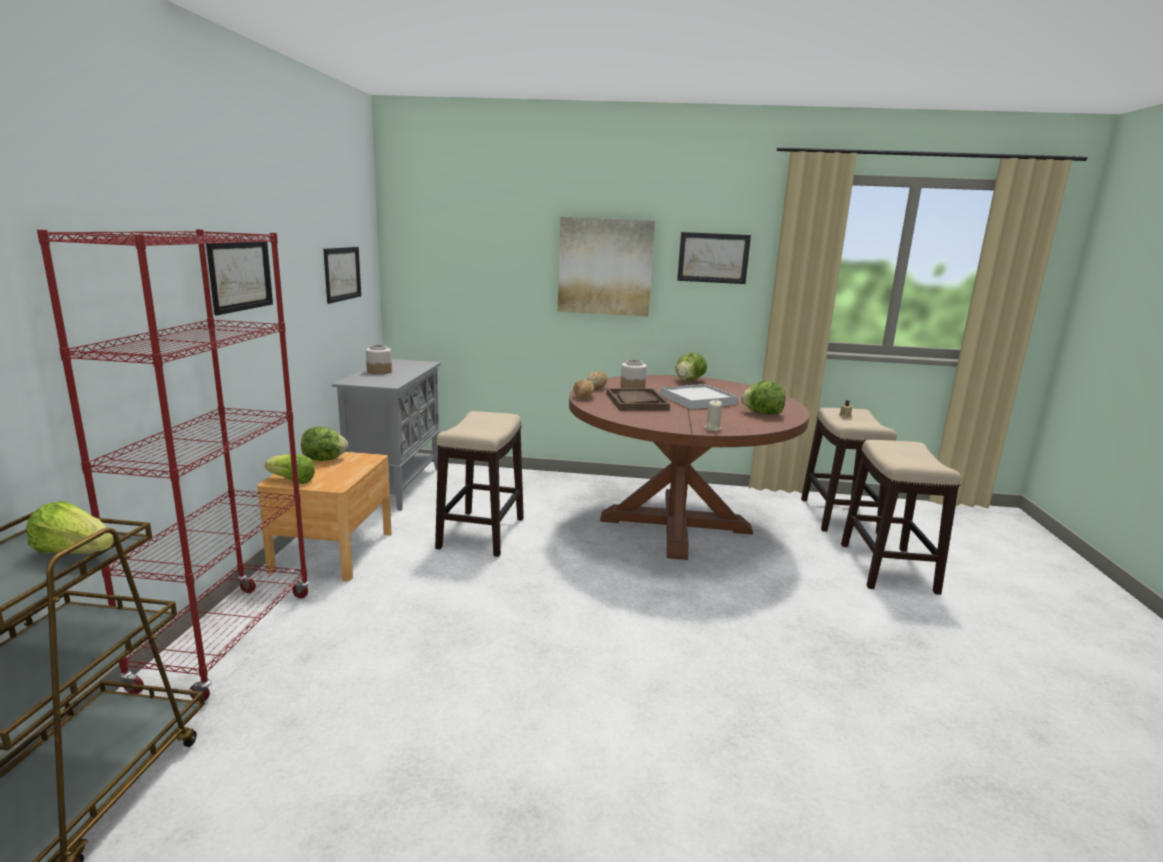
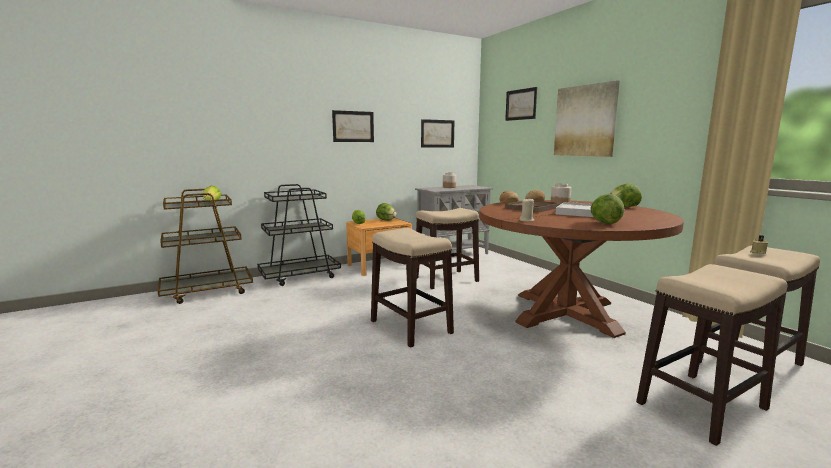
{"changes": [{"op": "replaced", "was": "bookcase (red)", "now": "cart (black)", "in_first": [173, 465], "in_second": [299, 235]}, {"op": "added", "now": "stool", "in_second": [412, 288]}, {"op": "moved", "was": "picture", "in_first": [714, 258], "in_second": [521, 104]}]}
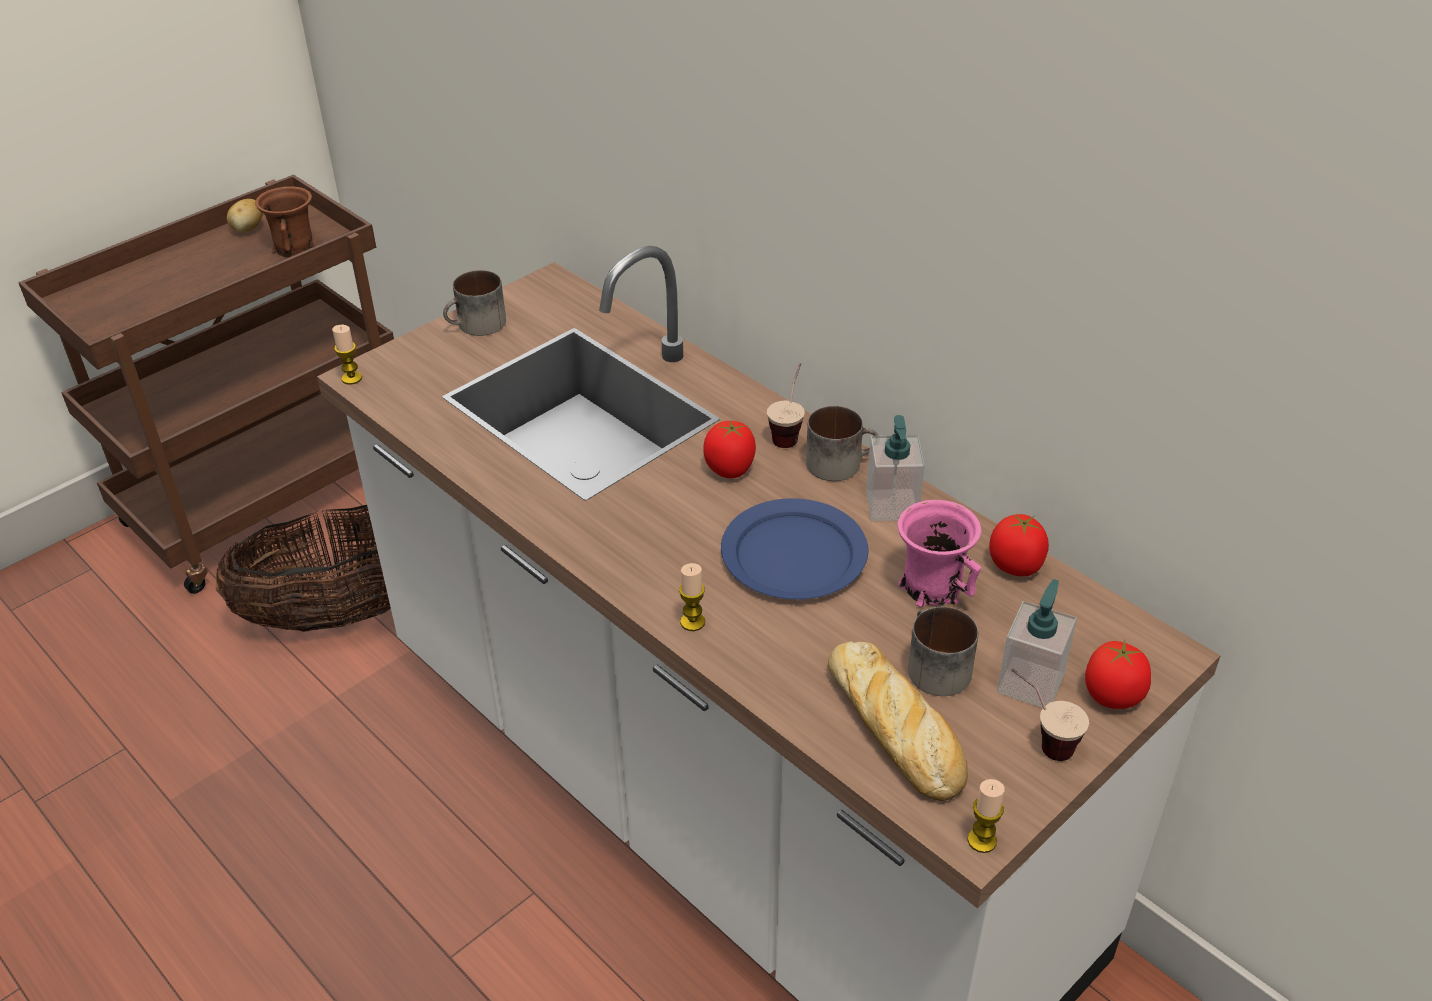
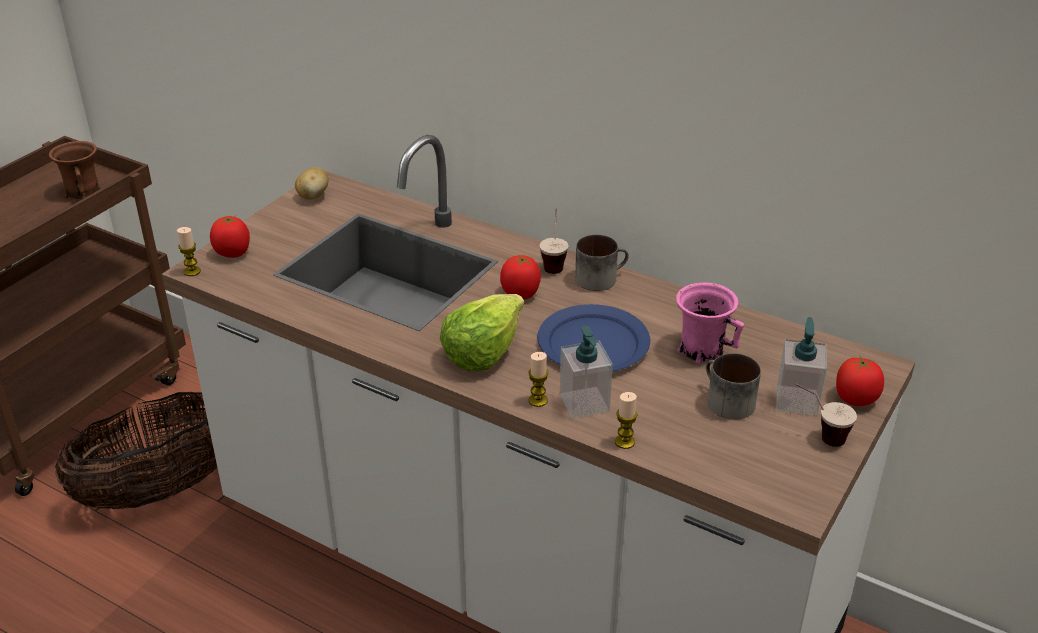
{"changes": [{"op": "moved", "was": "tomato", "in_first": [1019, 545], "in_second": [230, 236]}, {"op": "moved", "was": "potato", "in_first": [245, 216], "in_second": [312, 183]}, {"op": "added", "now": "lettuce", "in_second": [482, 332]}, {"op": "moved", "was": "soap dispenser", "in_first": [895, 468], "in_second": [586, 371]}, {"op": "moved", "was": "candle", "in_first": [986, 816], "in_second": [626, 420]}, {"op": "removed", "was": "mug", "in_first": [474, 303]}, {"op": "removed", "was": "bread", "in_first": [898, 721]}]}
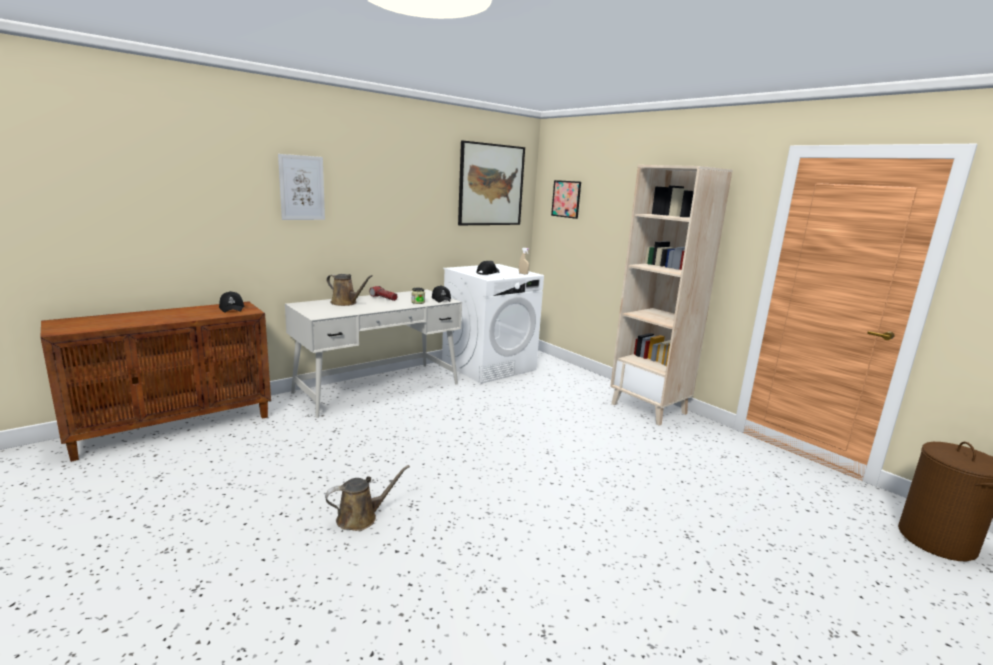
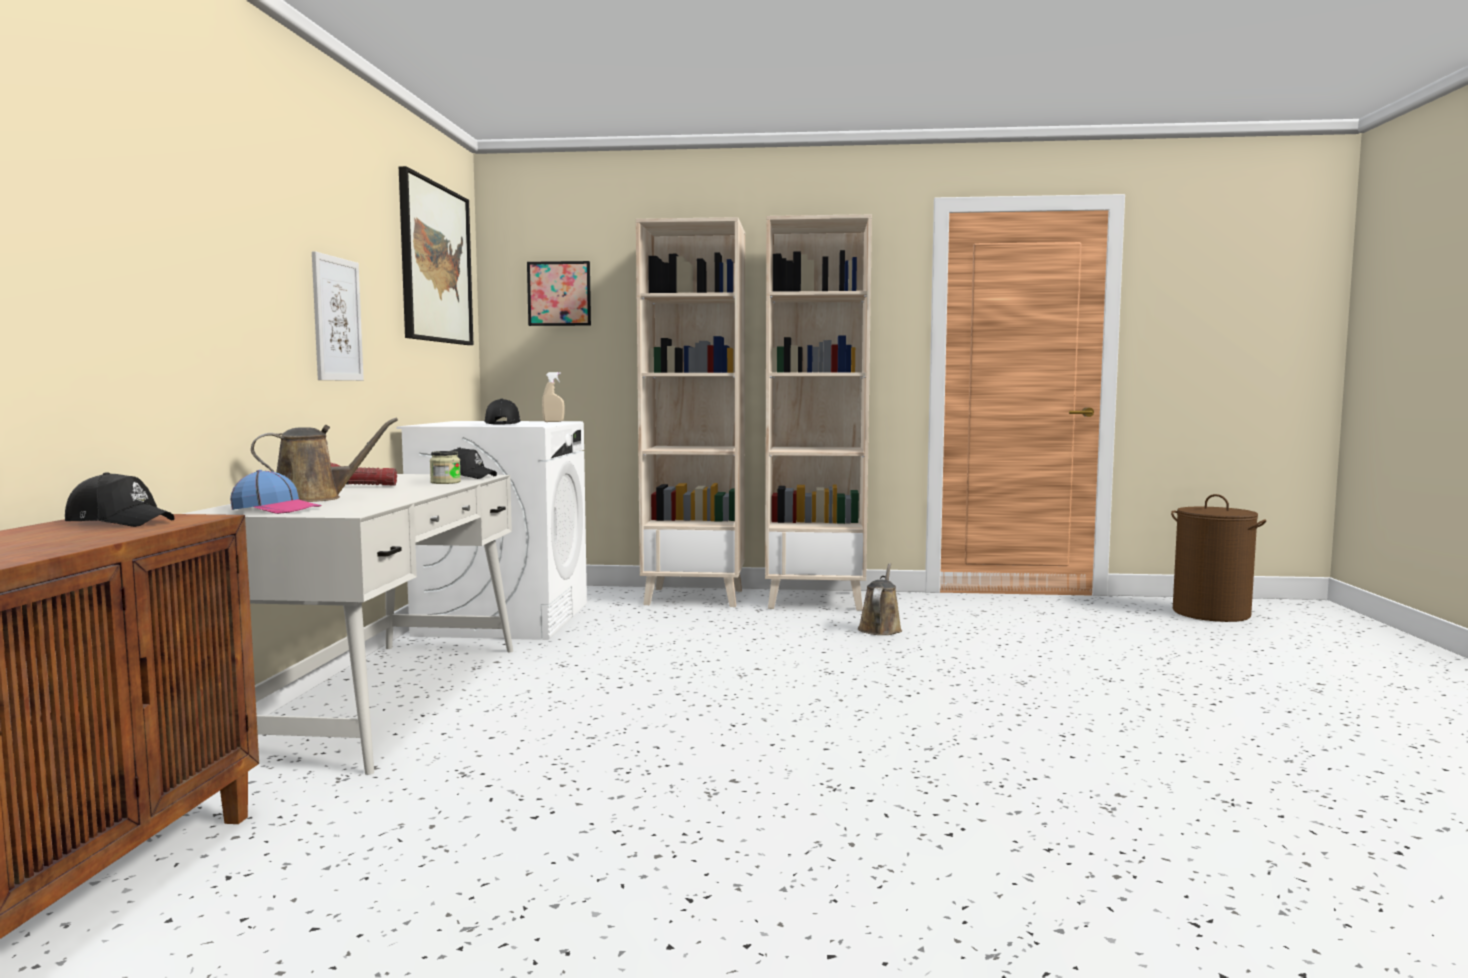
{"changes": [{"op": "added", "now": "cap", "in_second": [275, 492]}, {"op": "moved", "was": "picture", "in_first": [301, 187], "in_second": [338, 316]}, {"op": "added", "now": "bookcase (beige)", "in_second": [690, 412]}, {"op": "moved", "was": "watering can (brown)", "in_first": [367, 498], "in_second": [880, 599]}]}
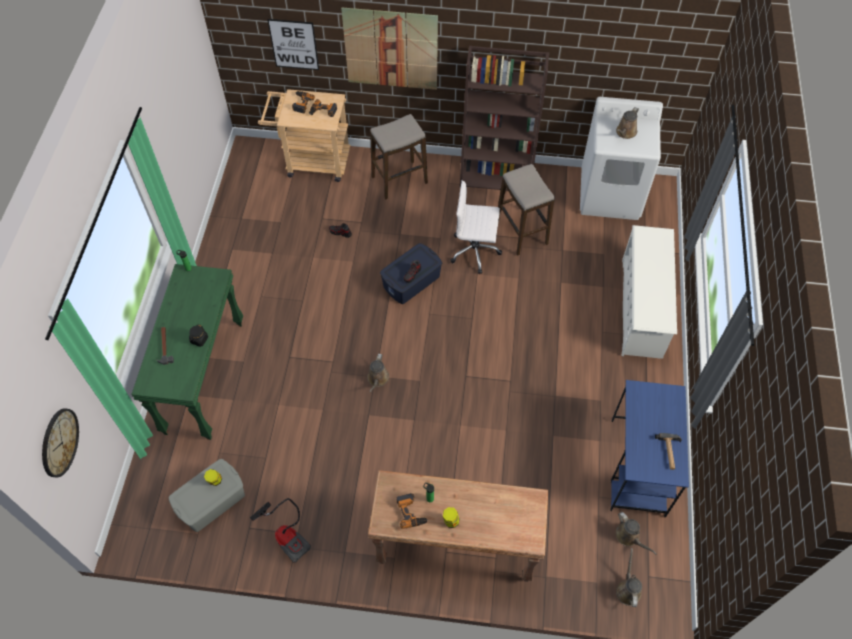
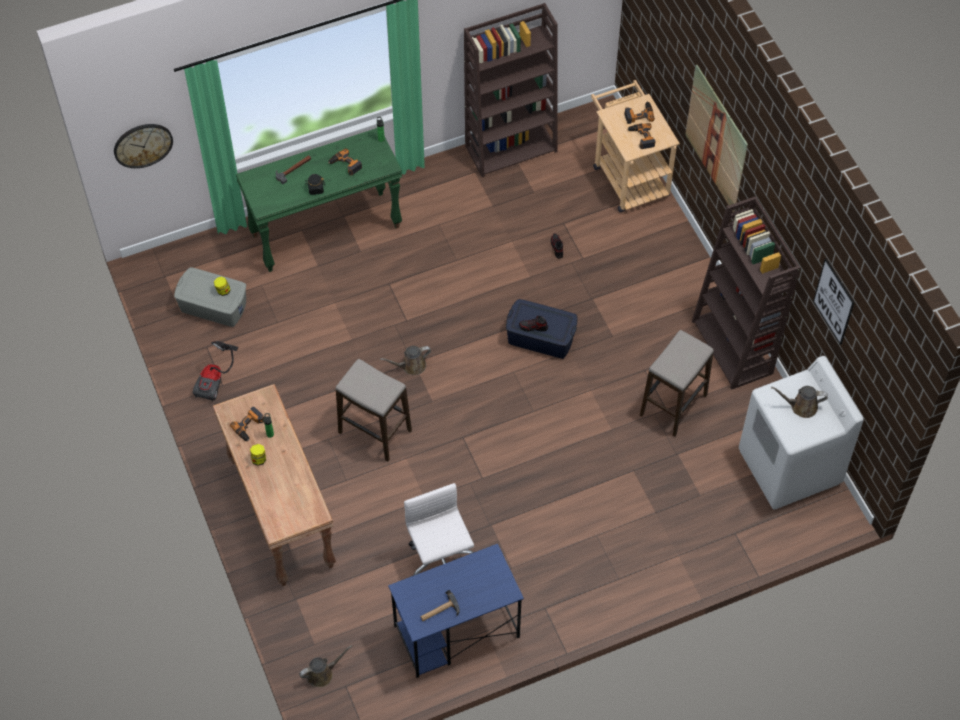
{"changes": [{"op": "added", "now": "power drill", "in_second": [345, 161]}, {"op": "moved", "was": "stool", "in_first": [399, 156], "in_second": [374, 410]}, {"op": "moved", "was": "office chair (white)", "in_first": [476, 227], "in_second": [439, 529]}, {"op": "added", "now": "bookcase (brown)", "in_second": [511, 90]}, {"op": "moved", "was": "picture", "in_first": [293, 44], "in_second": [833, 302]}, {"op": "removed", "was": "watering can (brown)", "in_first": [636, 533]}, {"op": "removed", "was": "shoe rack (white)", "in_first": [649, 292]}]}
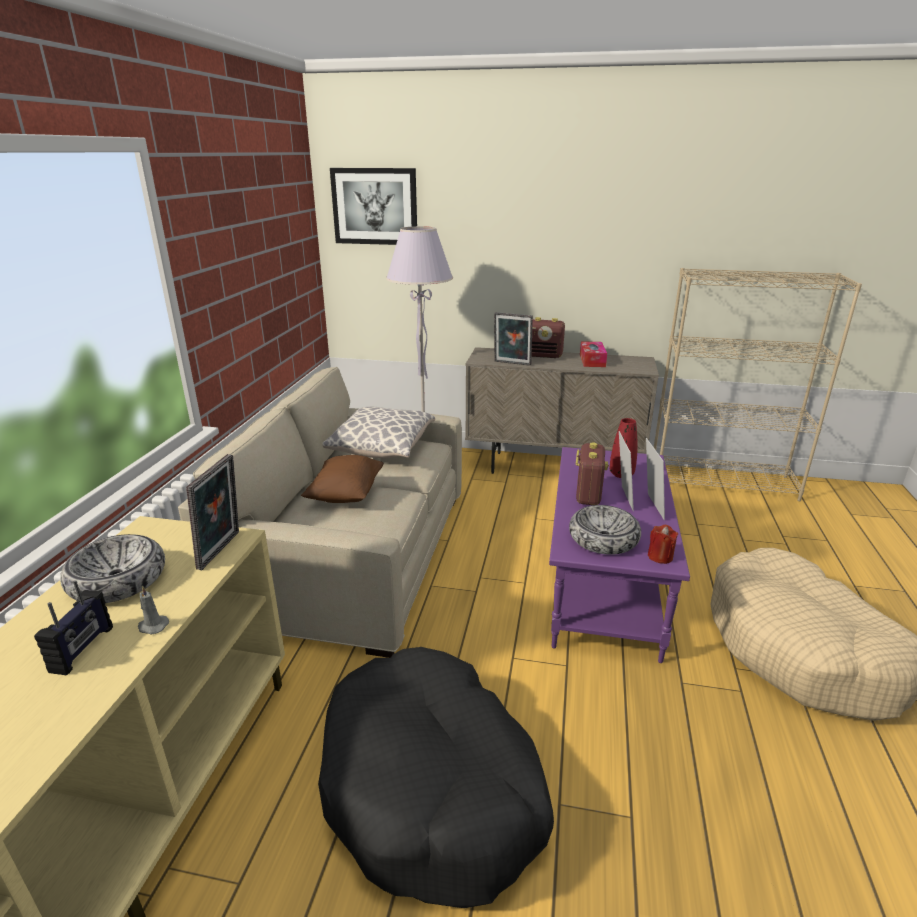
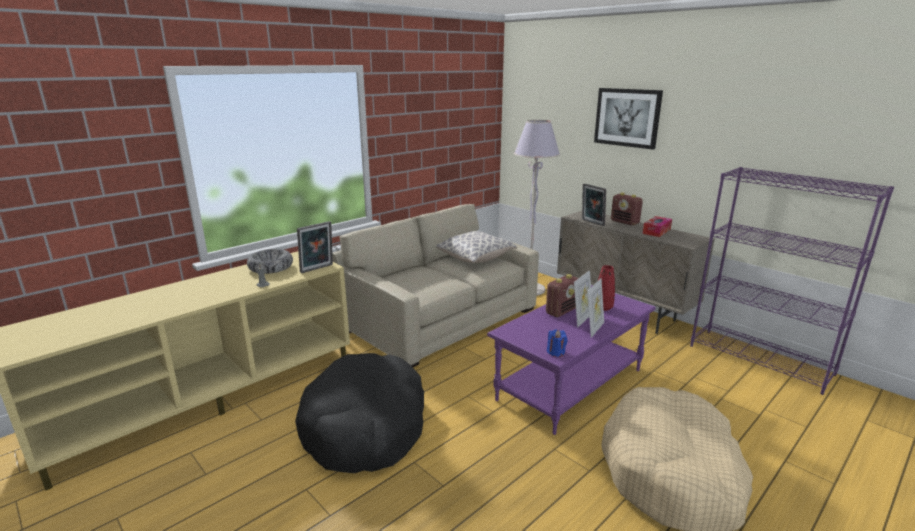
{"changes": [{"op": "recoloured", "was": "candle (red)", "now": "candle (blue)", "in_first": [663, 544], "in_second": [557, 343]}, {"op": "moved", "was": "picture", "in_first": [373, 206], "in_second": [628, 119]}, {"op": "recoloured", "was": "bookcase (beige)", "now": "bookcase (purple)", "in_first": [758, 384], "in_second": [792, 281]}, {"op": "removed", "was": "radio", "in_first": [73, 627]}, {"op": "removed", "was": "pillow (brown)", "in_first": [342, 479]}, {"op": "removed", "was": "bowl", "in_first": [605, 530]}]}
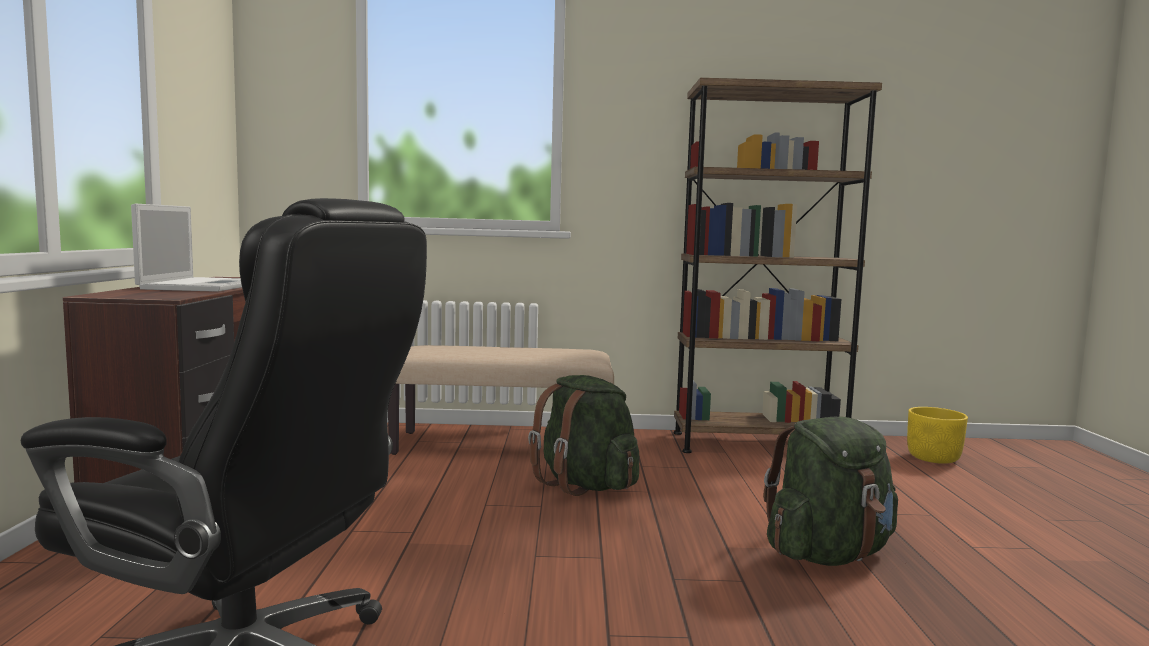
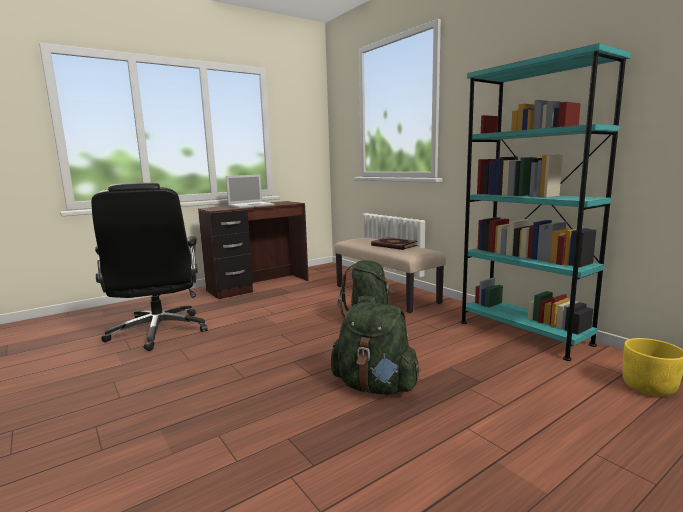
{"changes": [{"op": "added", "now": "book", "in_second": [394, 243]}, {"op": "recoloured", "was": "bookcase (brown)", "now": "bookcase (turquoise)", "in_first": [778, 265], "in_second": [545, 202]}]}
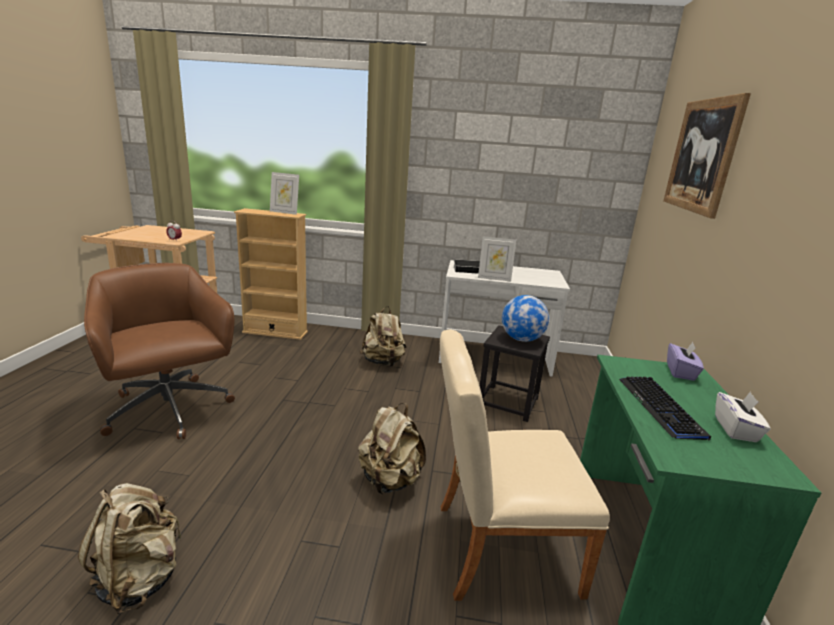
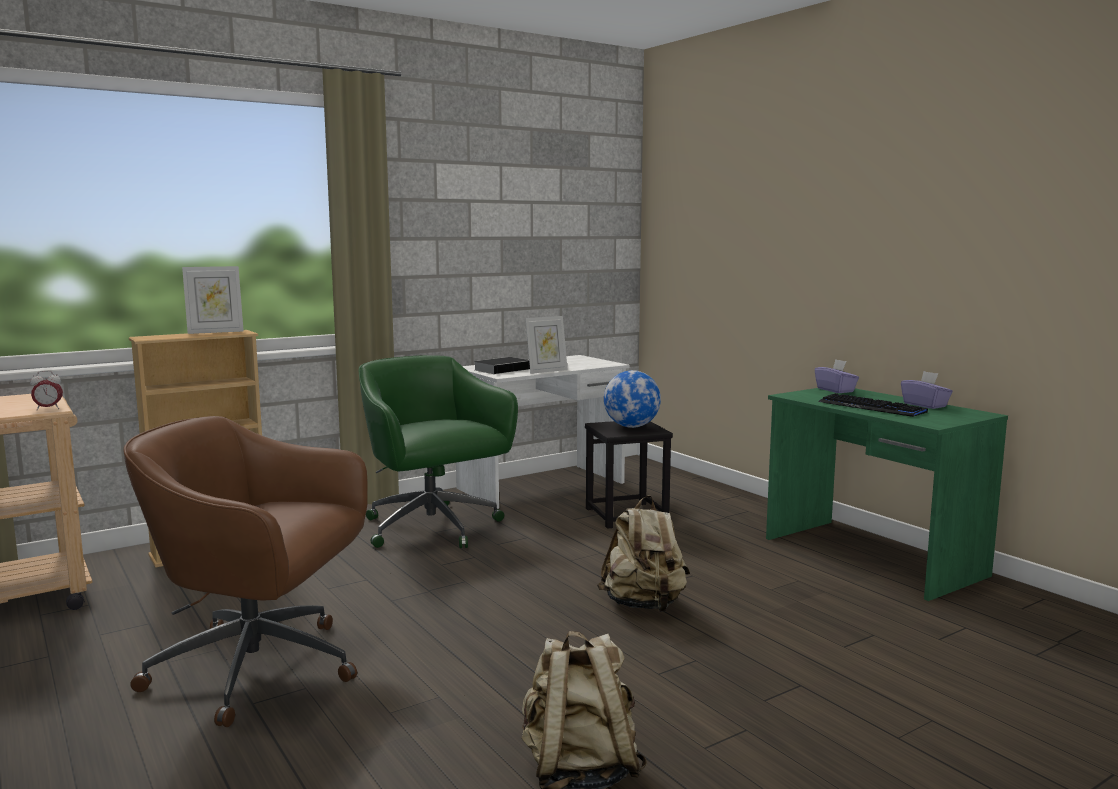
{"changes": [{"op": "replaced", "was": "backpack (beige)", "now": "office chair (green)", "in_first": [383, 336], "in_second": [438, 451]}, {"op": "recoloured", "was": "tissue box (white)", "now": "tissue box (purple)", "in_first": [743, 416], "in_second": [927, 390]}, {"op": "removed", "was": "chair (beige)", "in_first": [525, 465]}, {"op": "removed", "was": "picture", "in_first": [707, 156]}]}
